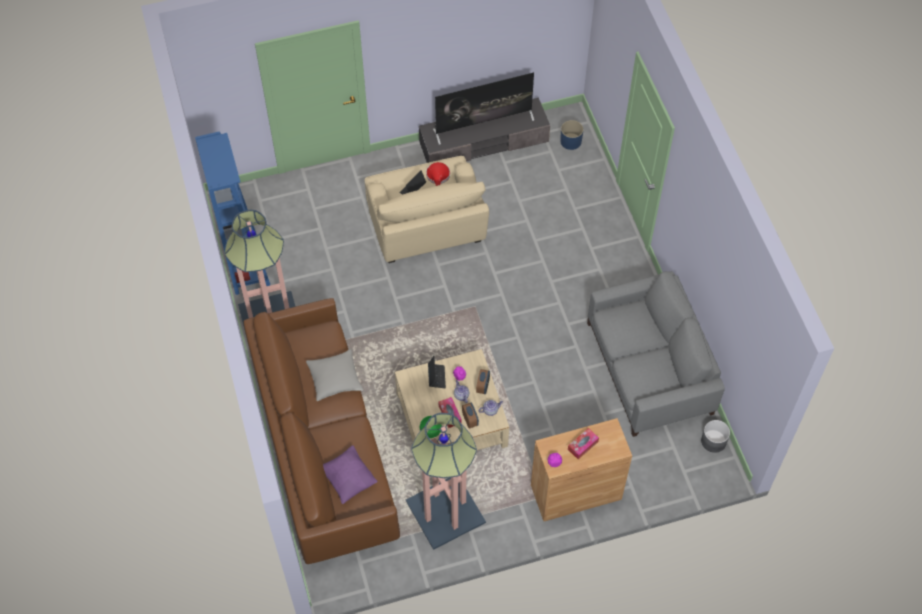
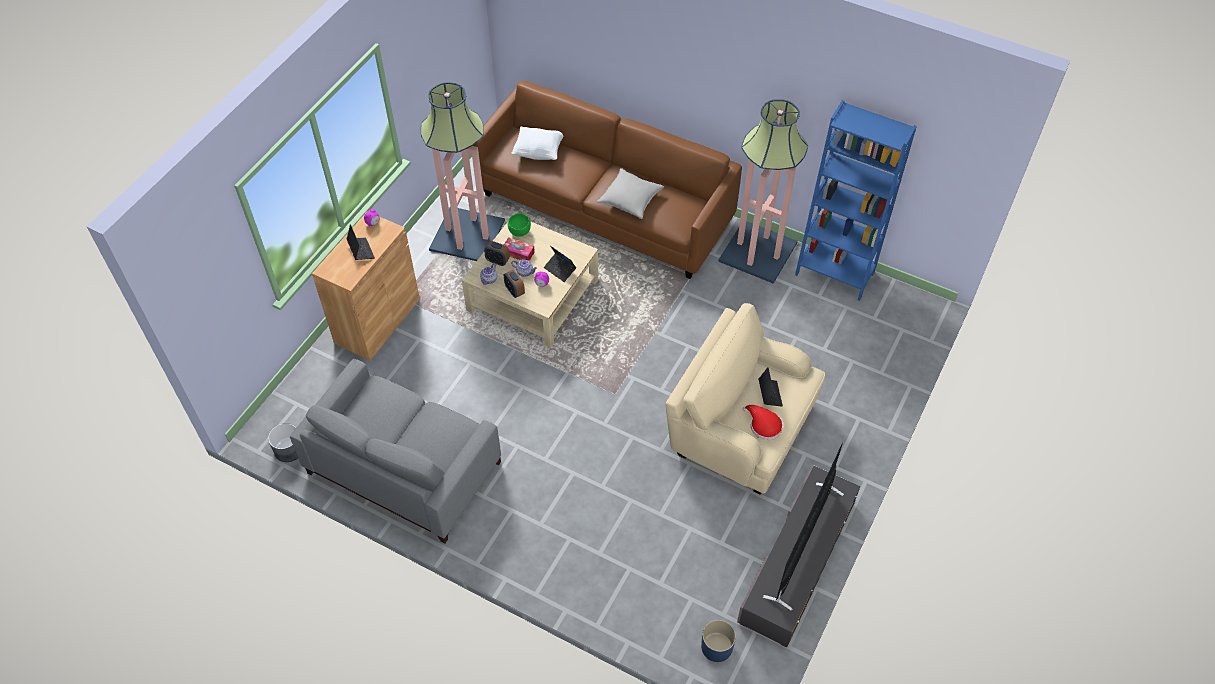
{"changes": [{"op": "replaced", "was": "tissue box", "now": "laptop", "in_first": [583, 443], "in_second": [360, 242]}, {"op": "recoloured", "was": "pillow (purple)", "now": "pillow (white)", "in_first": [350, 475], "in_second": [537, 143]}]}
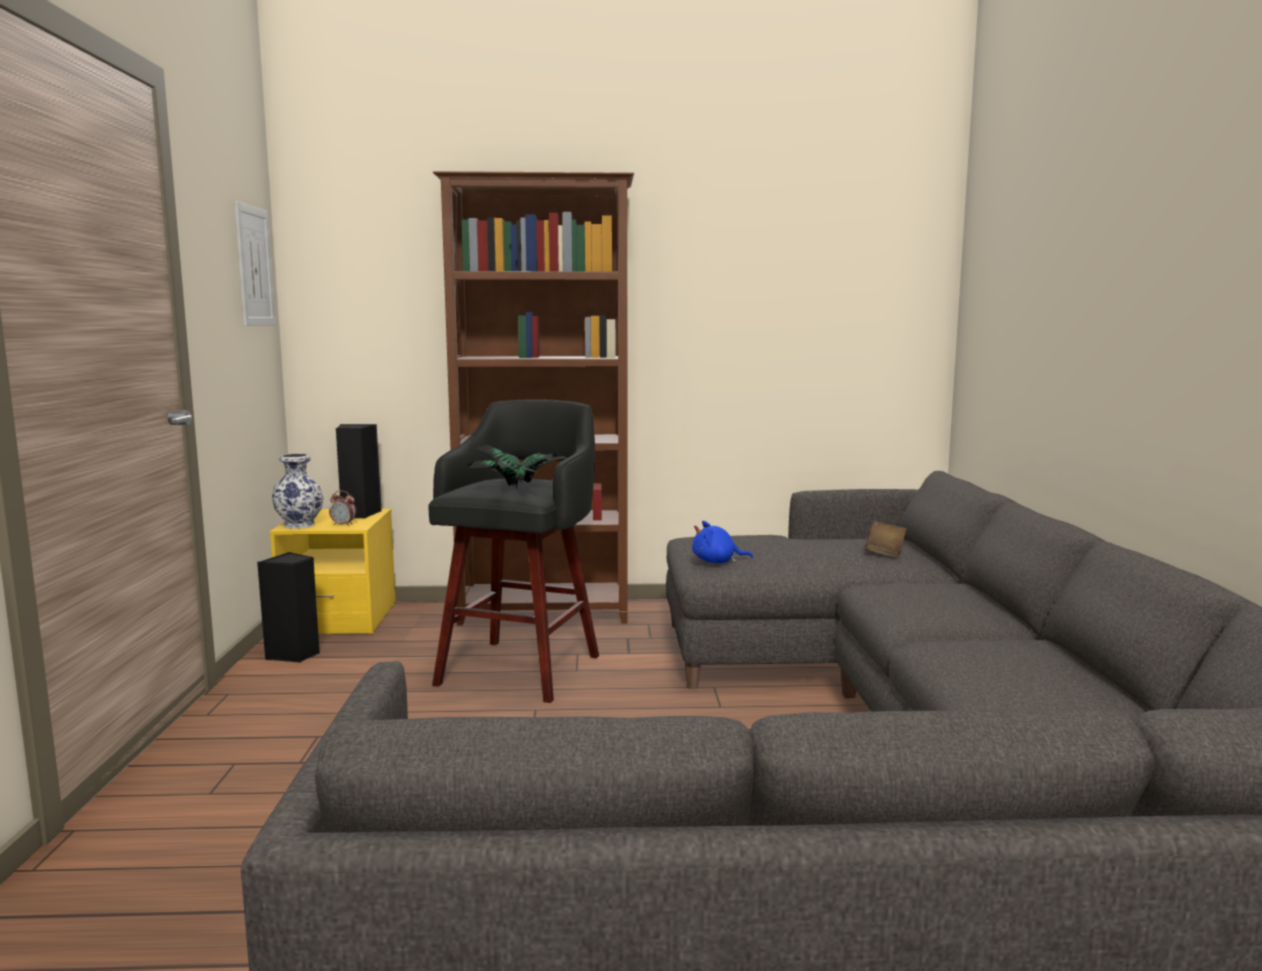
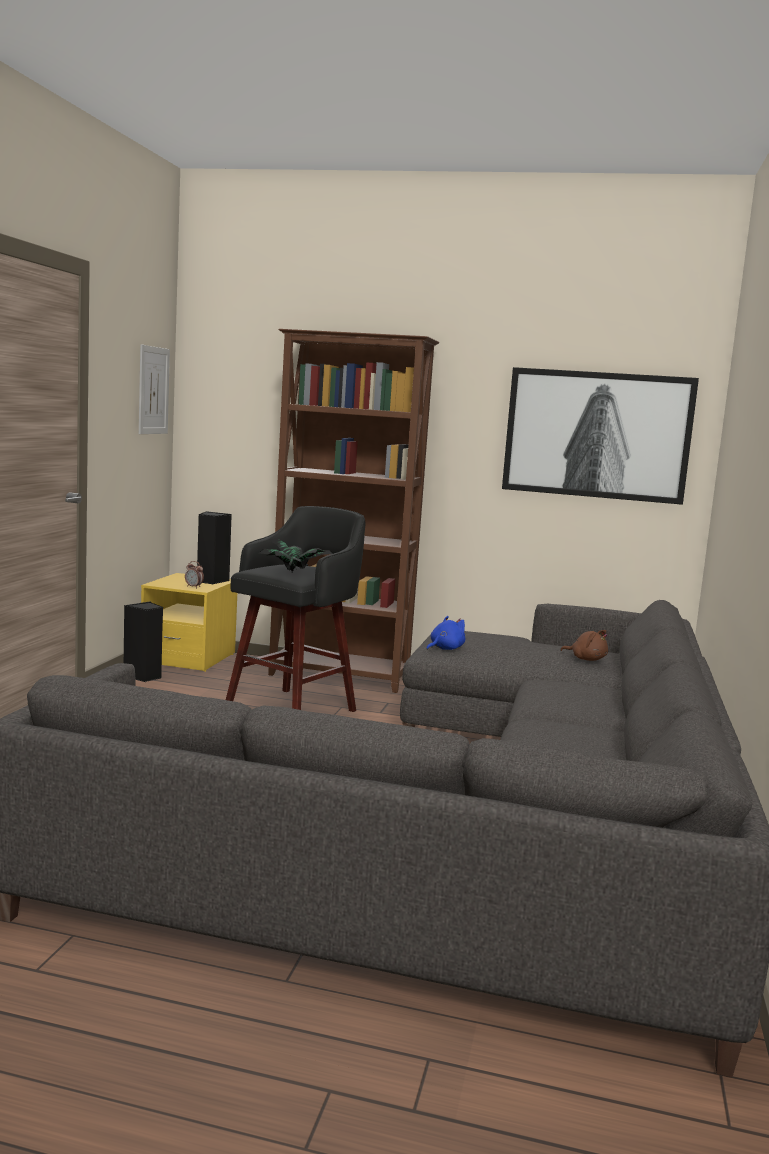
{"changes": [{"op": "turned", "was": "plush toy (blue)", "in_first": [722, 542], "in_second": [445, 633], "clockwise": 120}, {"op": "added", "now": "picture", "in_second": [600, 436]}, {"op": "replaced", "was": "book (brown)", "now": "plush toy (brown)", "in_first": [885, 539], "in_second": [584, 645]}, {"op": "removed", "was": "vase", "in_first": [298, 491]}]}
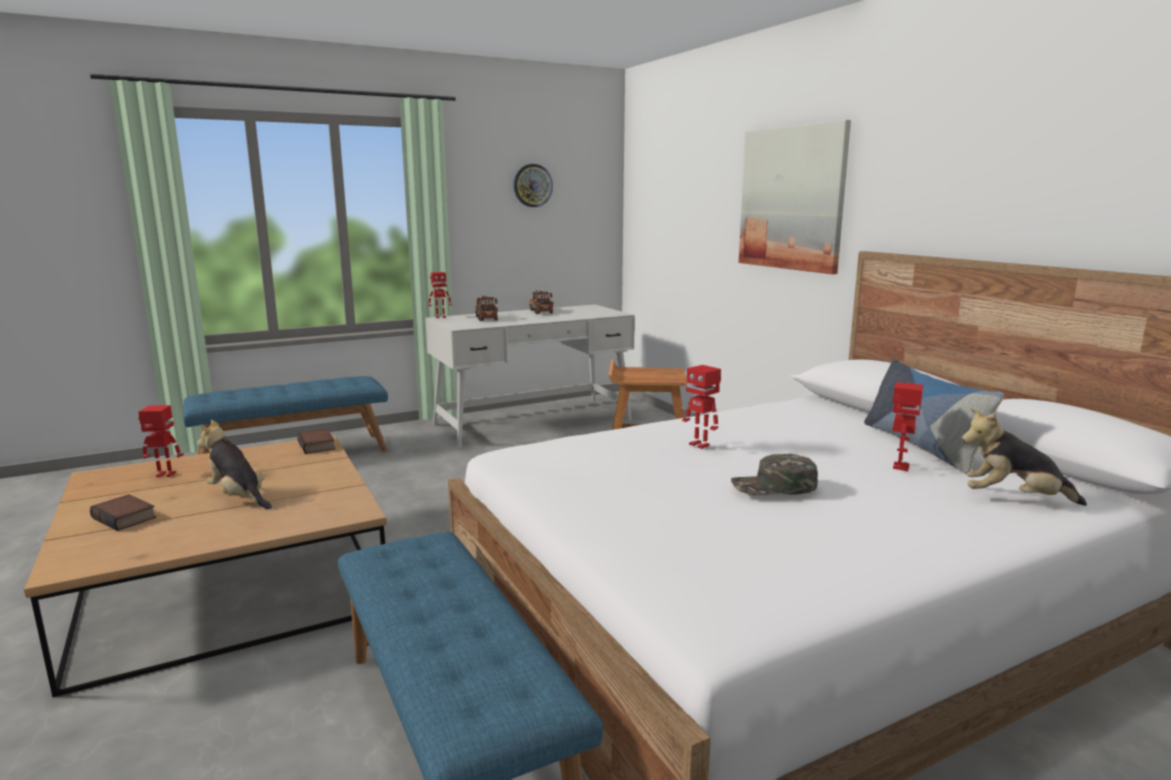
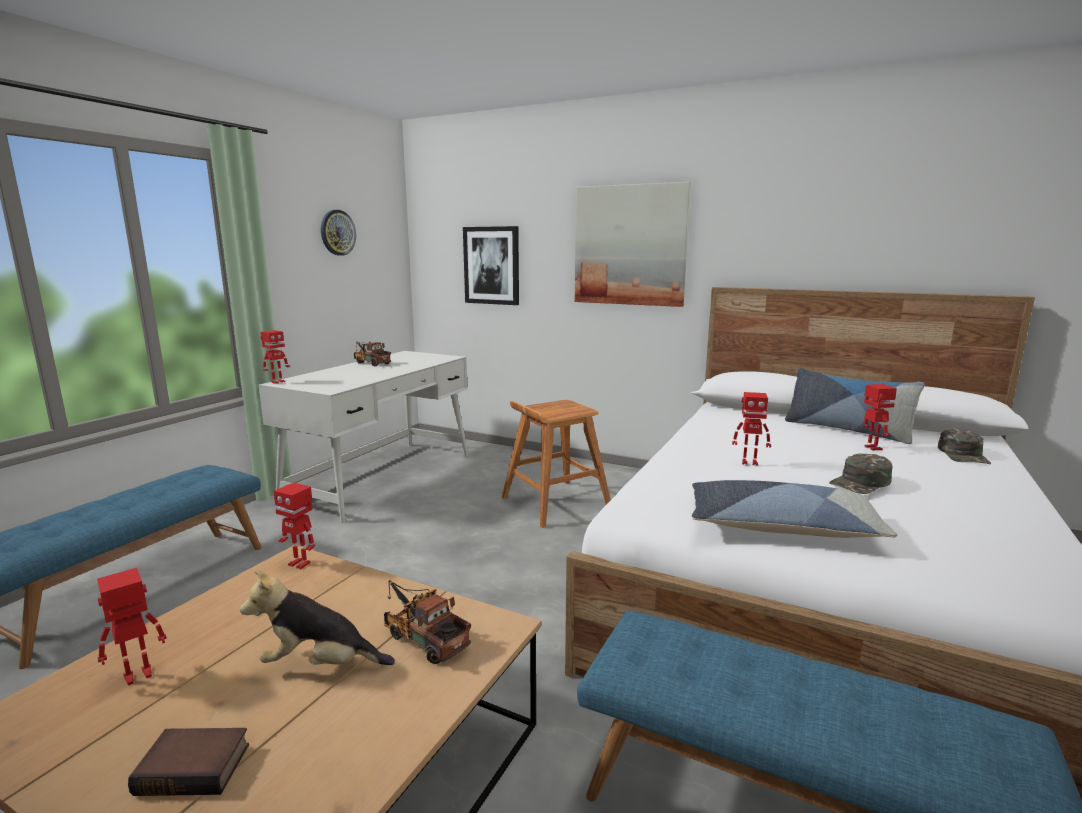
{"changes": [{"op": "replaced", "was": "book", "now": "toy robot", "in_first": [316, 441], "in_second": [294, 526]}, {"op": "moved", "was": "toy truck", "in_first": [487, 308], "in_second": [427, 622]}, {"op": "added", "now": "picture", "in_second": [491, 265]}, {"op": "added", "now": "pillow", "in_second": [794, 509]}, {"op": "replaced", "was": "plush toy", "now": "cap (green)", "in_first": [1024, 457], "in_second": [964, 446]}]}
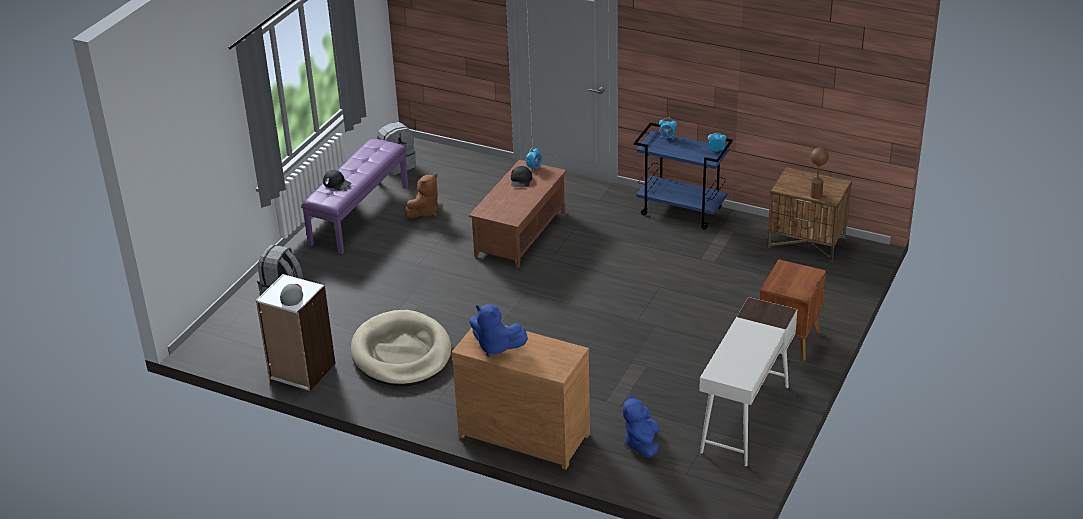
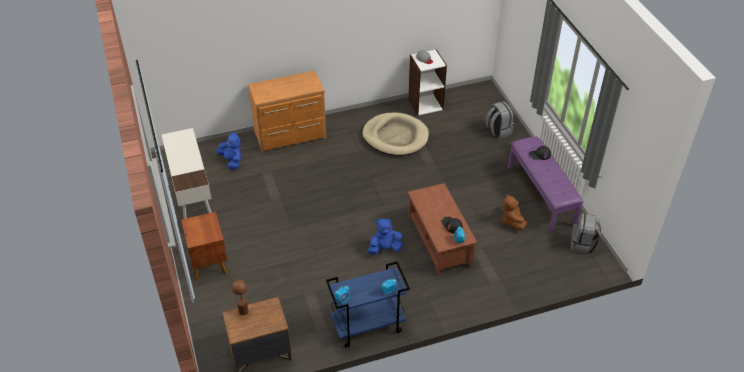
{"changes": [{"op": "moved", "was": "plush toy (blue)", "in_first": [498, 330], "in_second": [385, 236]}]}
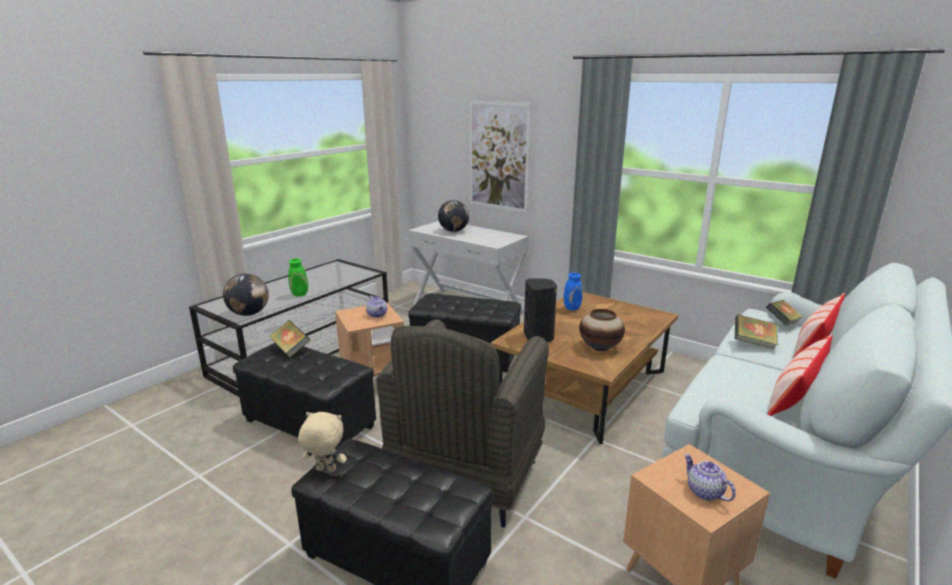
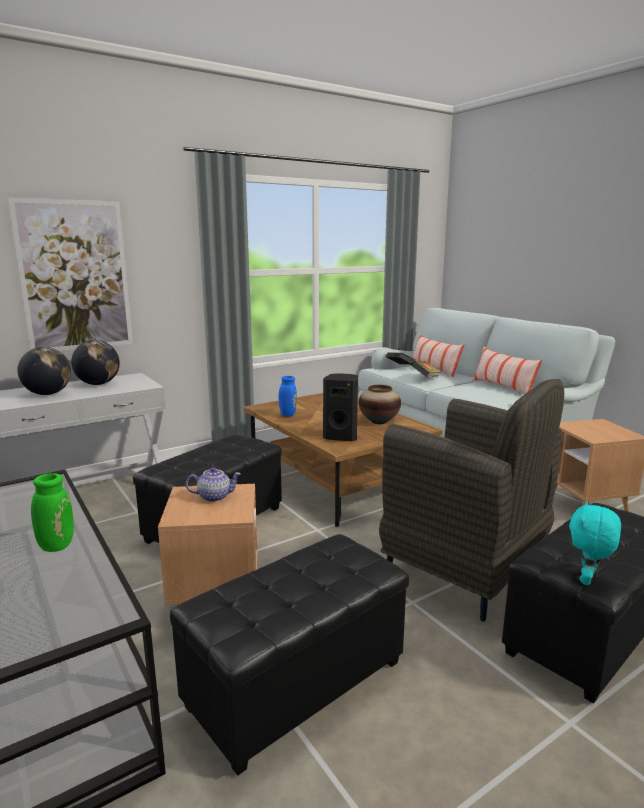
{"changes": [{"op": "moved", "was": "globe", "in_first": [246, 294], "in_second": [95, 362]}, {"op": "recoloured", "was": "plush toy (beige)", "now": "plush toy (turquoise)", "in_first": [322, 442], "in_second": [595, 543]}, {"op": "removed", "was": "book", "in_first": [289, 338]}, {"op": "removed", "was": "teapot", "in_first": [710, 477]}]}
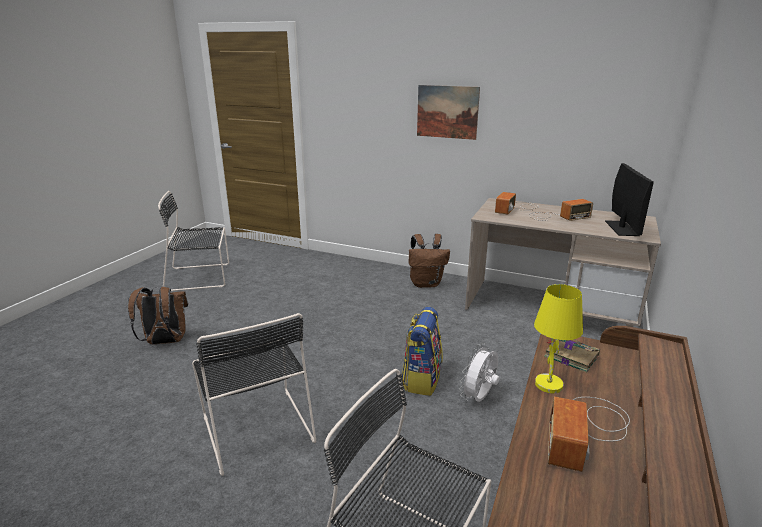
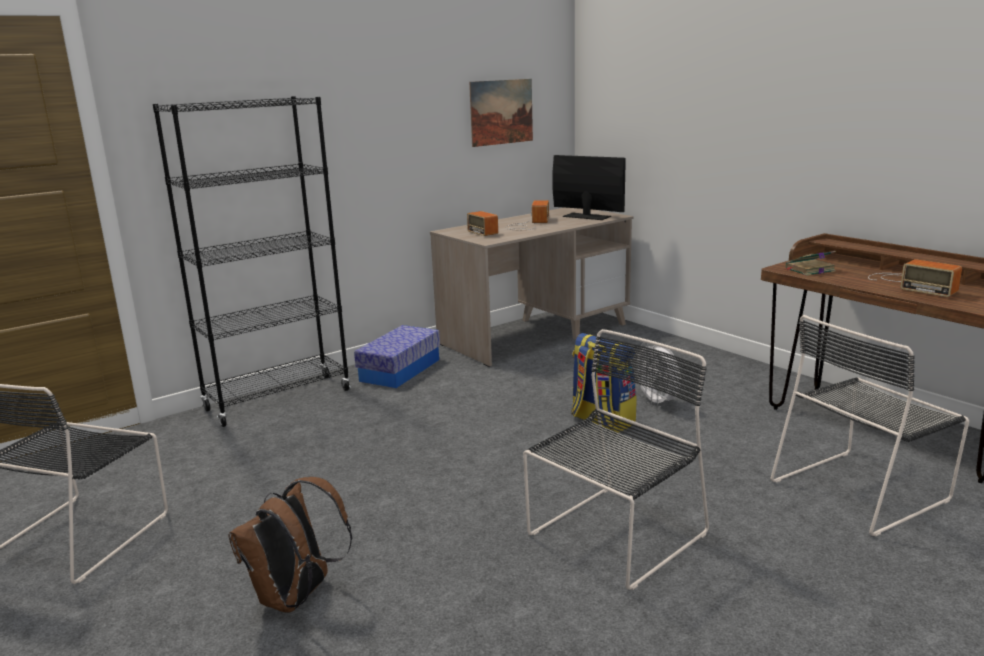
{"changes": [{"op": "added", "now": "bookcase (black)", "in_second": [251, 261]}, {"op": "replaced", "was": "backpack (brown)", "now": "storage box", "in_first": [429, 261], "in_second": [397, 356]}, {"op": "moved", "was": "picture", "in_first": [448, 112], "in_second": [501, 113]}, {"op": "turned", "was": "chair (black)", "in_first": [254, 394], "in_second": [616, 459], "clockwise": -45}, {"op": "removed", "was": "table lamp (yellow)", "in_first": [558, 338]}]}
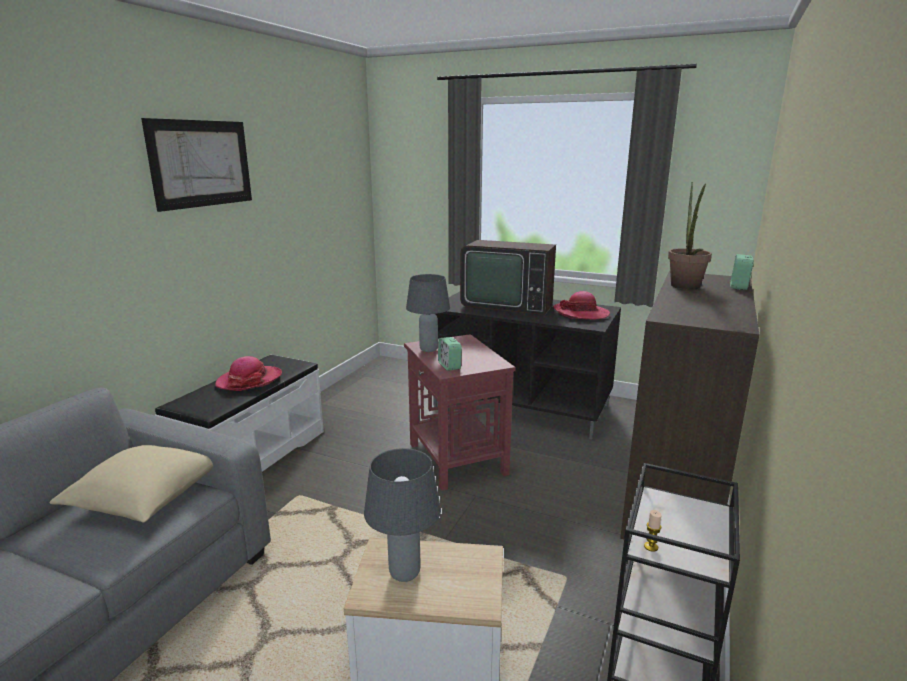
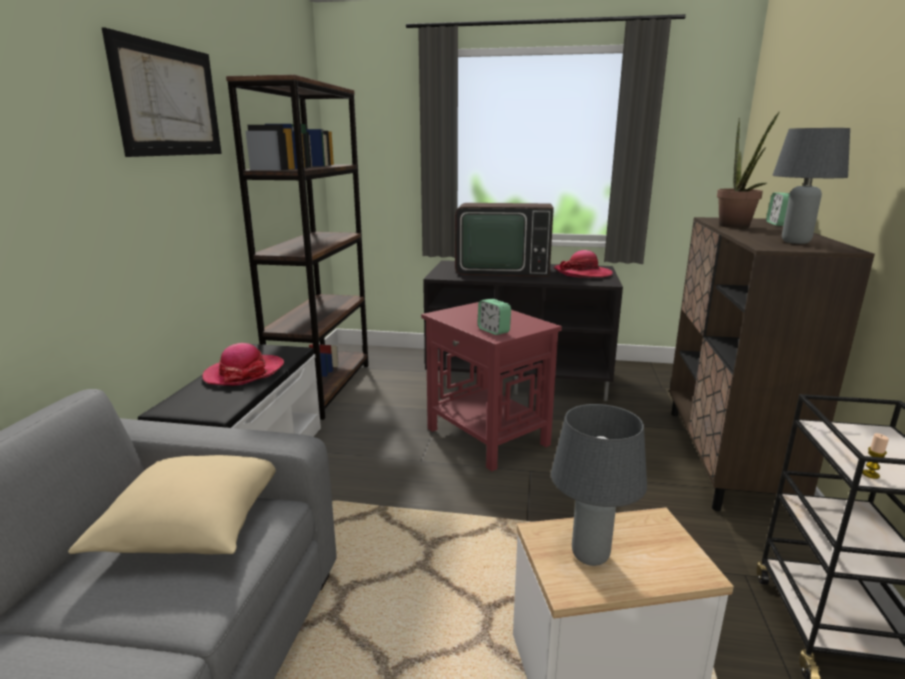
{"changes": [{"op": "added", "now": "bookcase (brown)", "in_second": [297, 247]}, {"op": "moved", "was": "table lamp (grey)", "in_first": [428, 313], "in_second": [811, 186]}]}
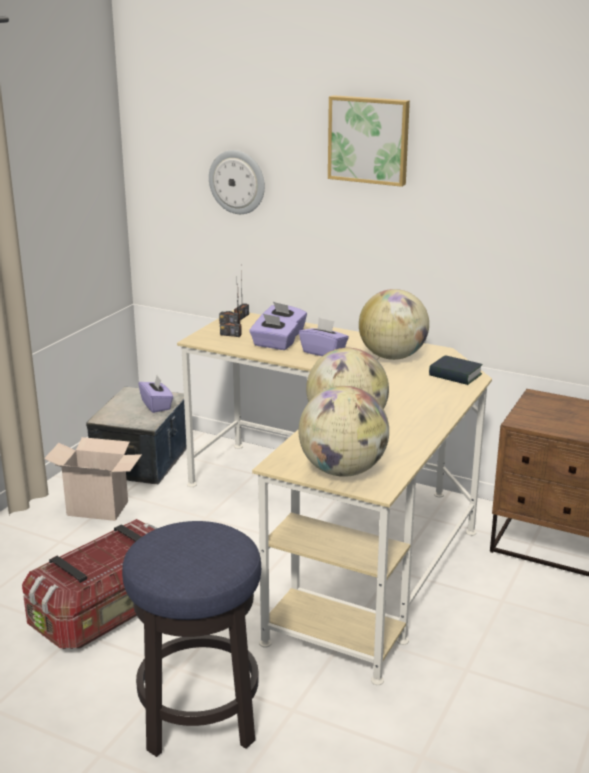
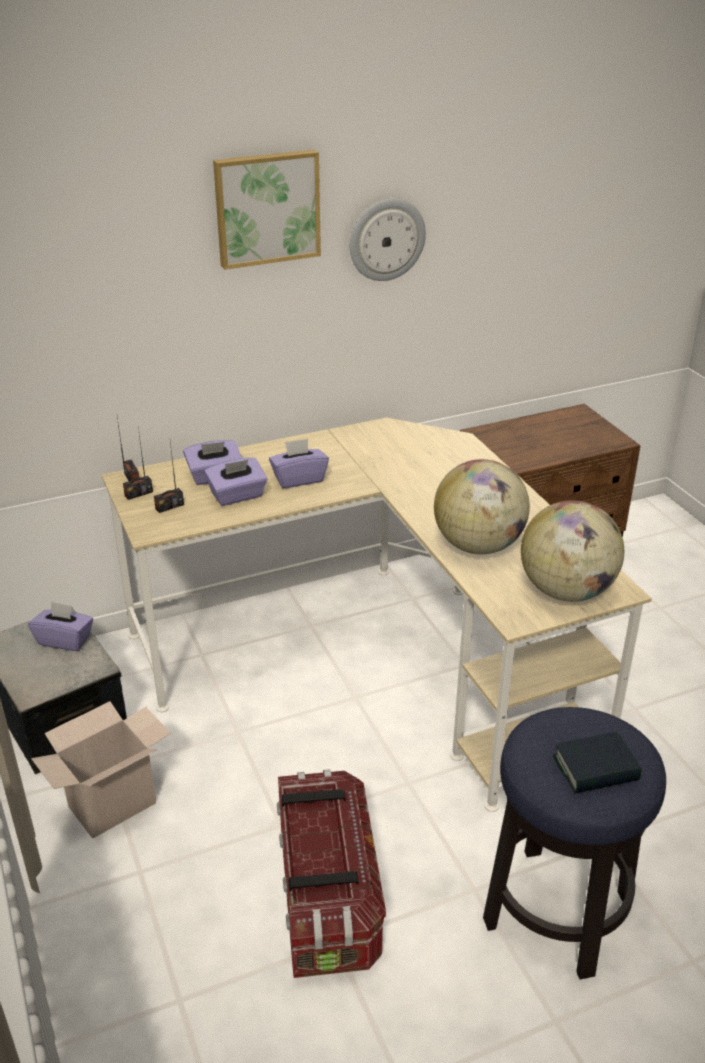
{"changes": [{"op": "moved", "was": "wall clock", "in_first": [237, 182], "in_second": [388, 240]}, {"op": "moved", "was": "book", "in_first": [456, 370], "in_second": [597, 762]}, {"op": "removed", "was": "globe", "in_first": [394, 324]}]}
